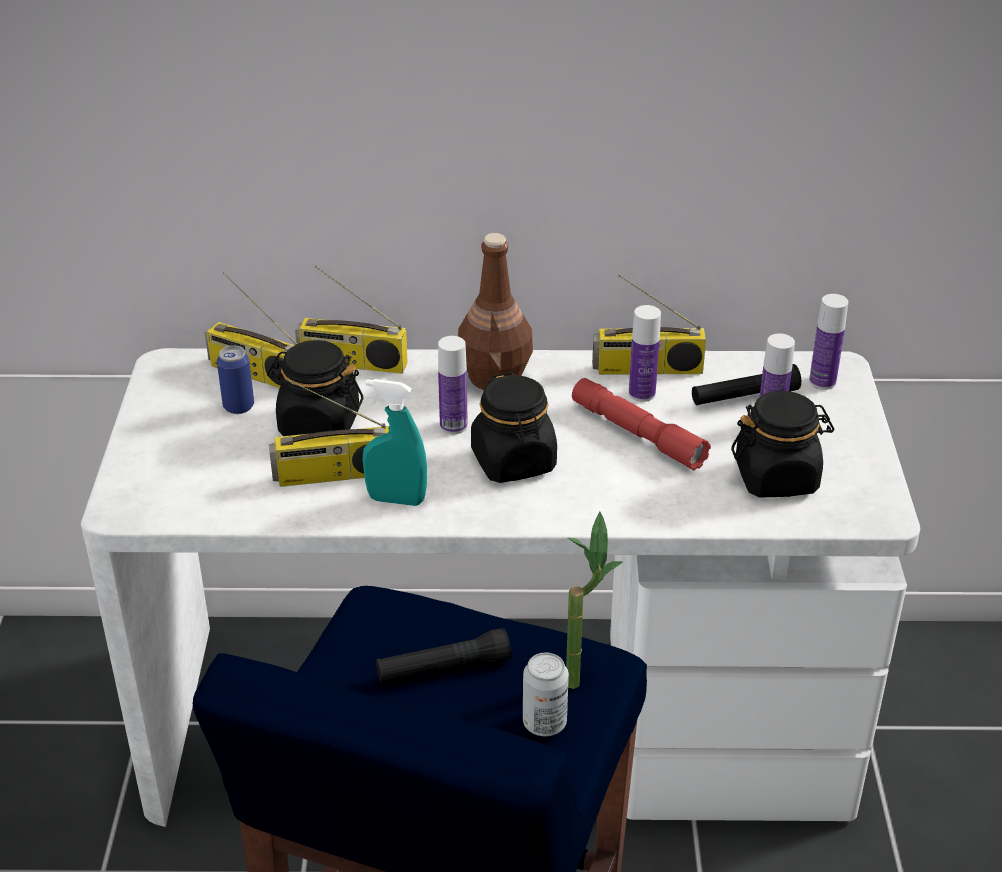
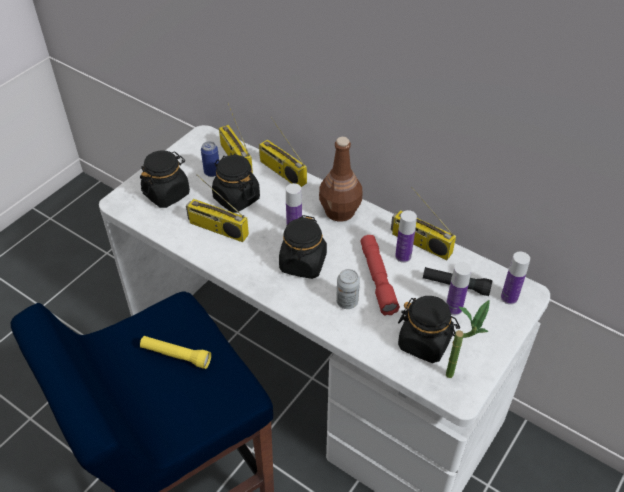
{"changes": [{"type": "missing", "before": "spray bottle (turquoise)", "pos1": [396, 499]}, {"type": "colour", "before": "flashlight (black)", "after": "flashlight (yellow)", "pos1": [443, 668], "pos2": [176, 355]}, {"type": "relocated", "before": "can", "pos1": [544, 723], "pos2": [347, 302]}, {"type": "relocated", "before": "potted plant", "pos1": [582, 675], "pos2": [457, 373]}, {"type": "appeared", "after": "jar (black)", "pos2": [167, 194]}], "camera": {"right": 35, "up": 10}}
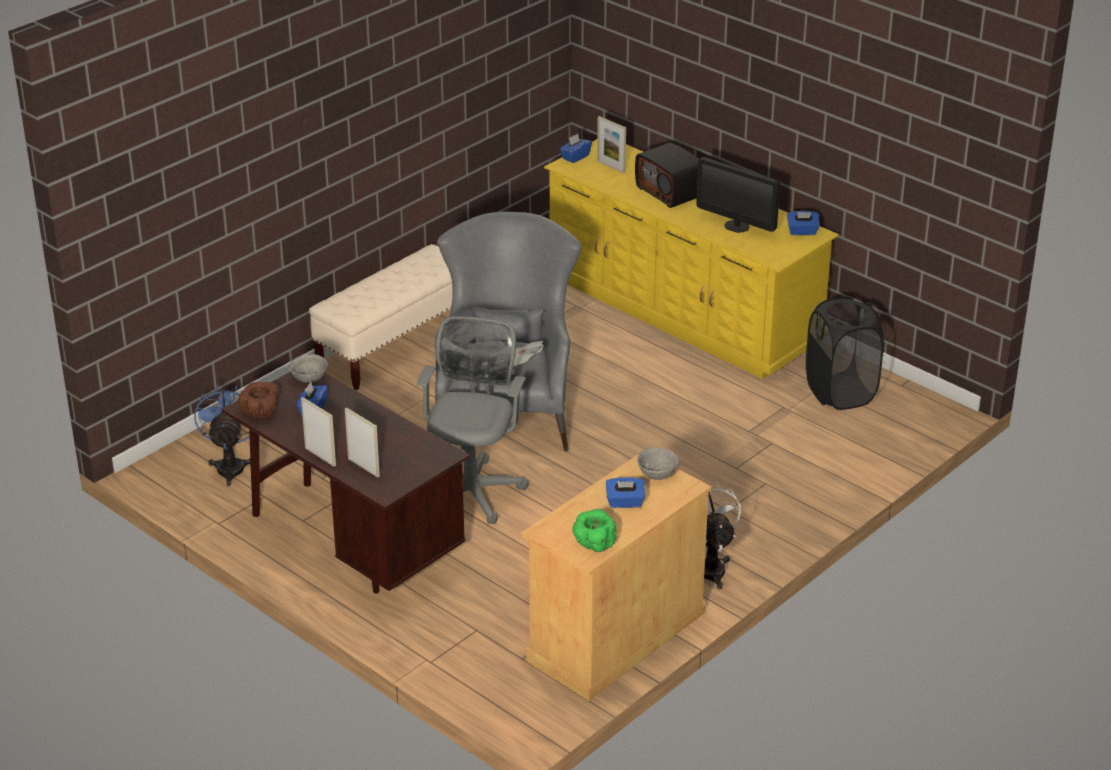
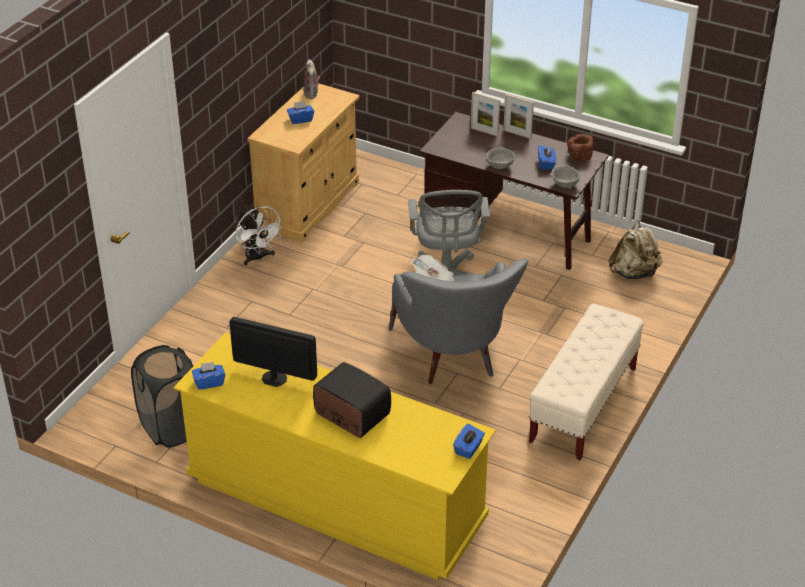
{"changes": [{"type": "exchanged", "before": "fan (blue)", "after": "backpack (beige)", "pos1": [231, 465], "pos2": [634, 273]}, {"type": "exchanged", "before": "bowl (green)", "after": "plush toy", "pos1": [593, 544], "pos2": [312, 94]}, {"type": "missing", "before": "picture frame", "pos1": [611, 166]}, {"type": "relocated", "before": "bowl (grey)", "pos1": [657, 474], "pos2": [500, 166]}], "camera": {"right": 165, "up": 5}}
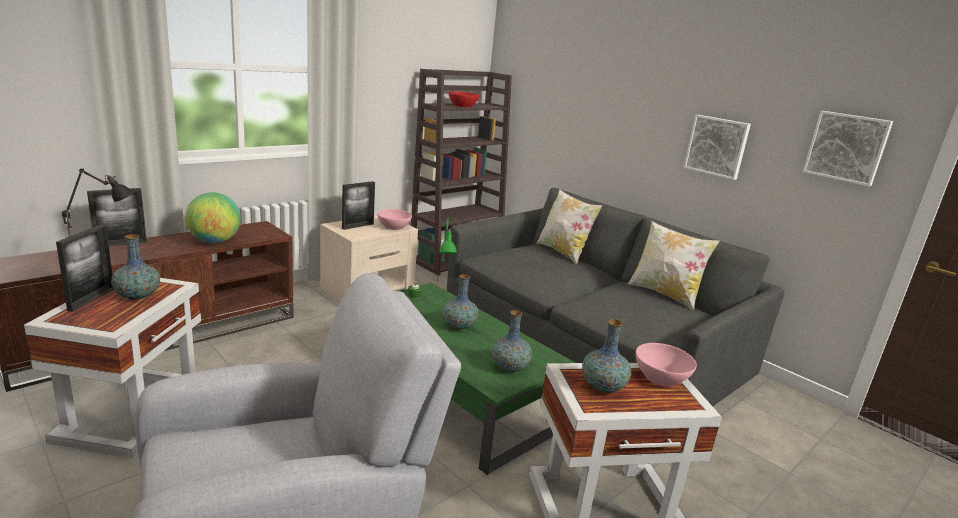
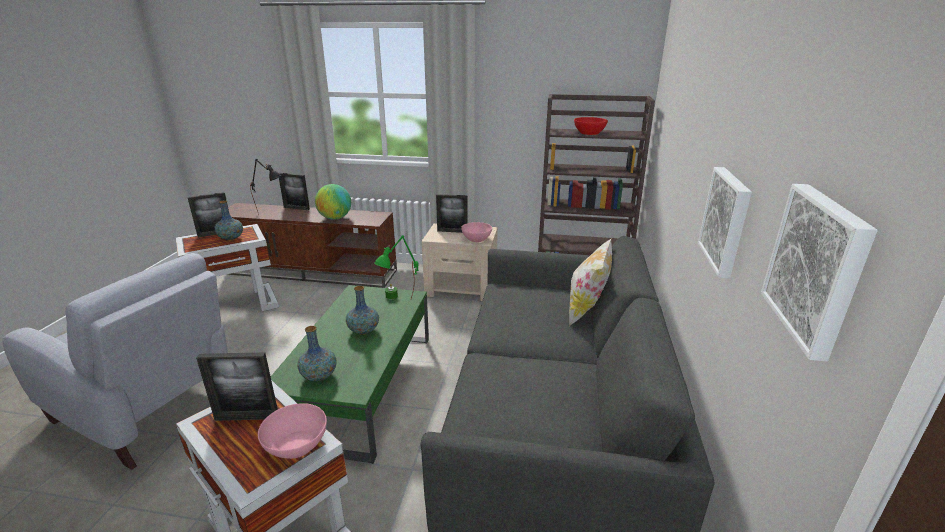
{"changes": [{"type": "exchanged", "before": "vase", "after": "picture frame", "pos1": [602, 387], "pos2": [247, 417]}, {"type": "missing", "before": "pillow", "pos1": [664, 294]}], "camera": {"right": 55, "up": 5}}
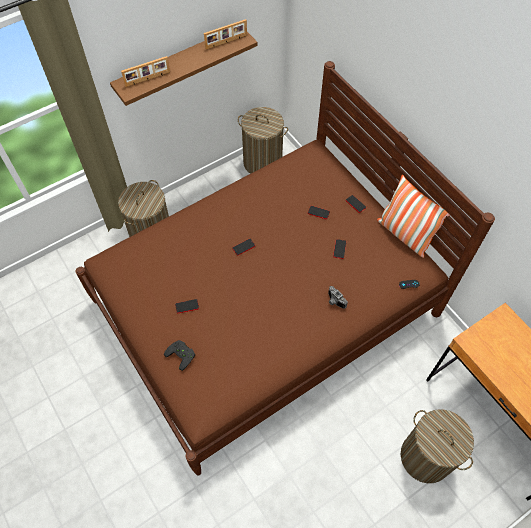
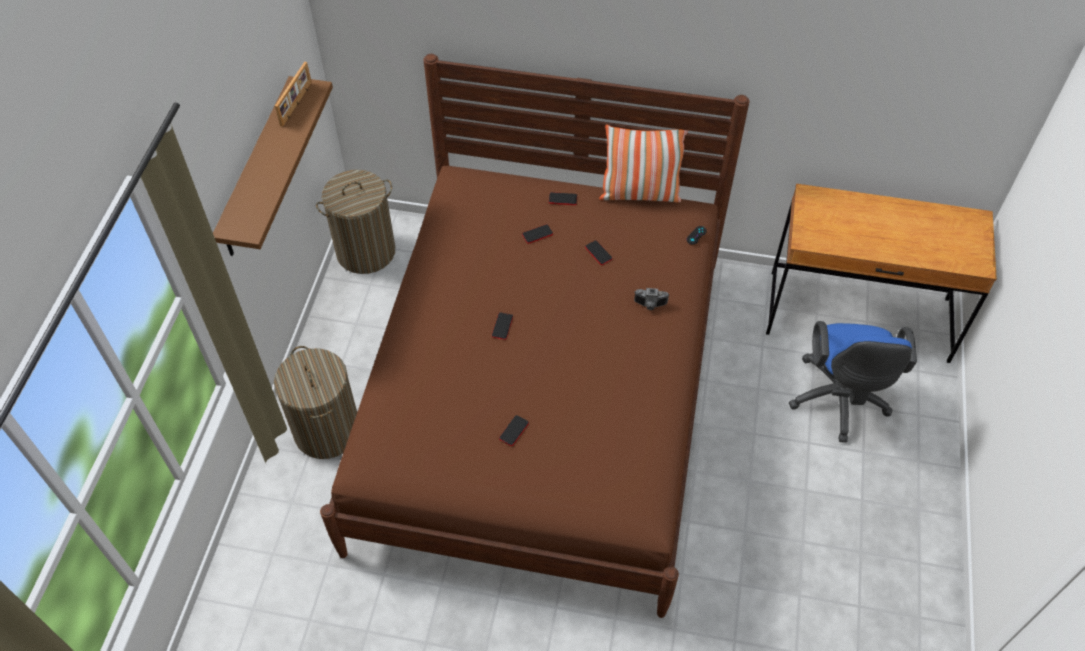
{"changes": [{"type": "missing", "before": "picture frame", "pos1": [148, 79]}, {"type": "missing", "before": "game controller (black)", "pos1": [182, 354]}, {"type": "exchanged", "before": "laundry basket", "after": "office chair (blue)", "pos1": [425, 457], "pos2": [838, 402]}], "camera": {"right": -45, "up": -5}}
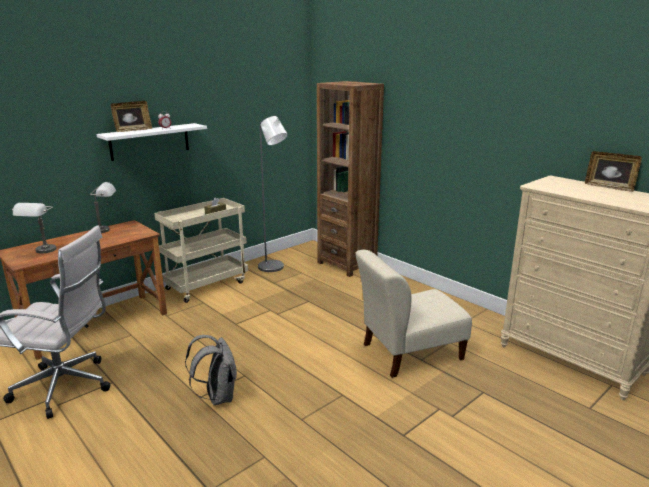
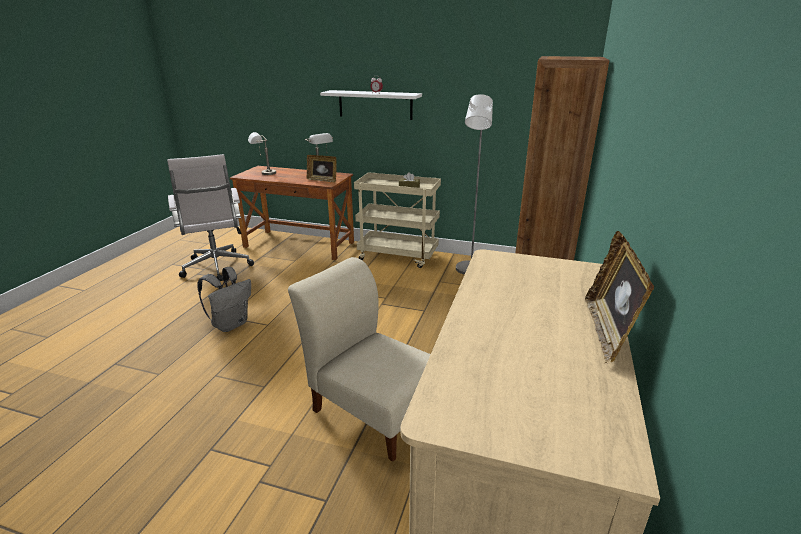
{"changes": [{"type": "relocated", "before": "picture frame", "pos1": [133, 130], "pos2": [322, 180]}], "camera": {"right": 60, "up": 5}}
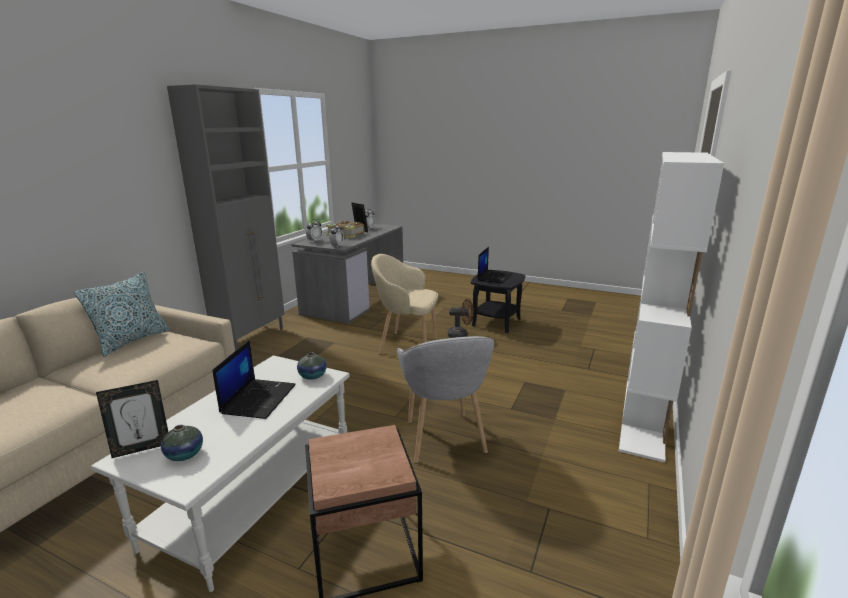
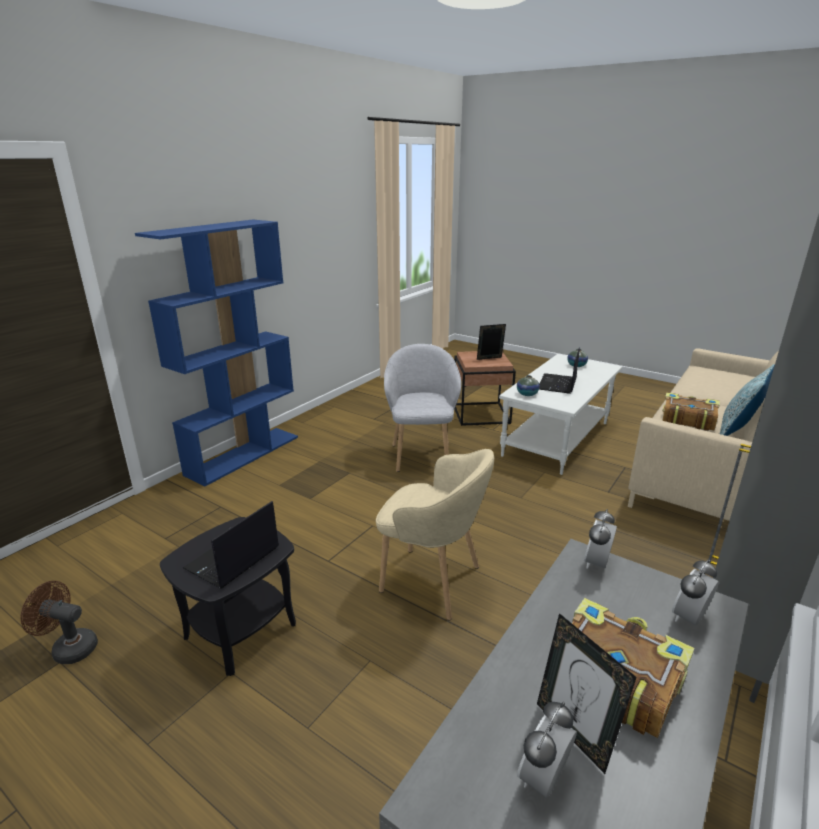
{"changes": [{"type": "relocated", "before": "picture frame", "pos1": [142, 448], "pos2": [490, 359]}, {"type": "relocated", "before": "fan (brown)", "pos1": [460, 335], "pos2": [69, 648]}, {"type": "colour", "before": "bookcase (white)", "after": "bookcase (blue)", "pos1": [644, 417], "pos2": [244, 455]}, {"type": "appeared", "after": "book", "pos2": [687, 419]}], "camera": {"right": -170, "up": 5}}
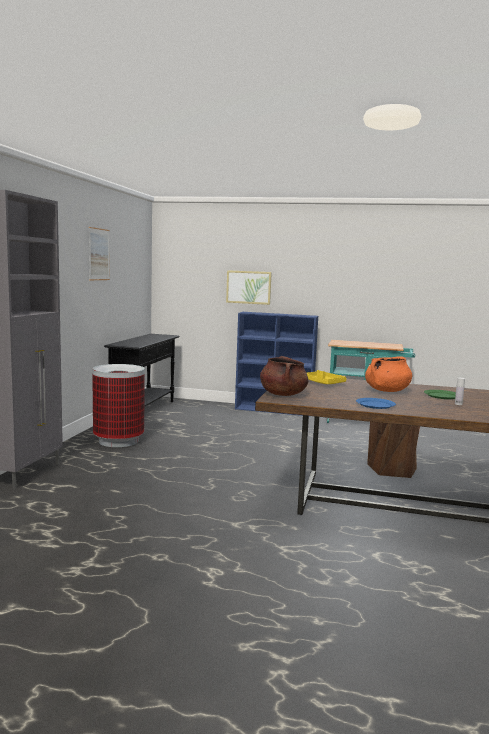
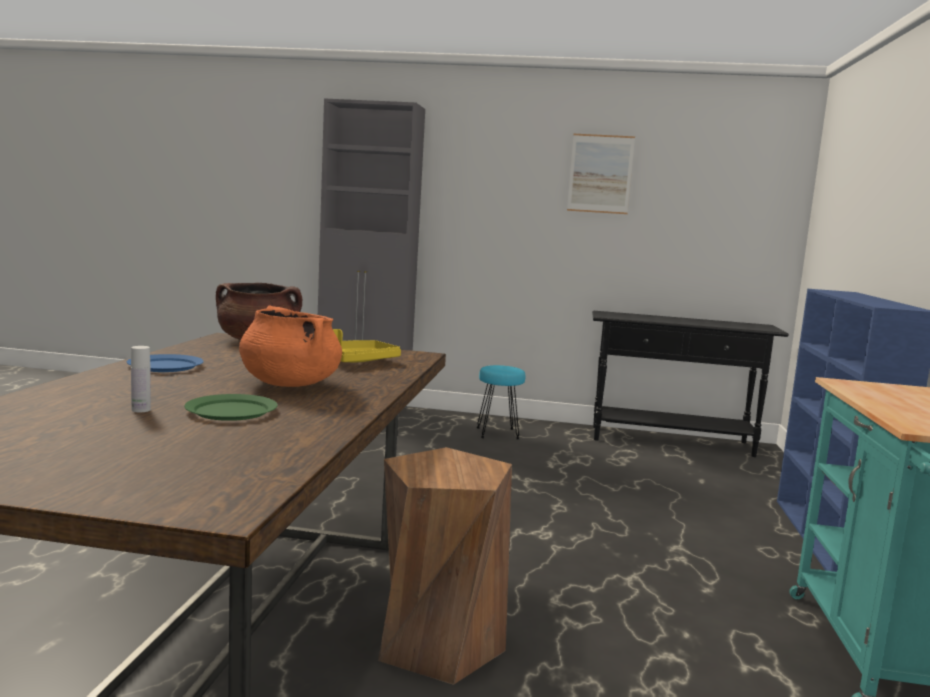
{"changes": [{"type": "exchanged", "before": "trash can", "after": "stool (turquoise)", "pos1": [118, 441], "pos2": [498, 433]}, {"type": "missing", "before": "picture", "pos1": [248, 287]}], "camera": {"right": 85, "up": 0}}
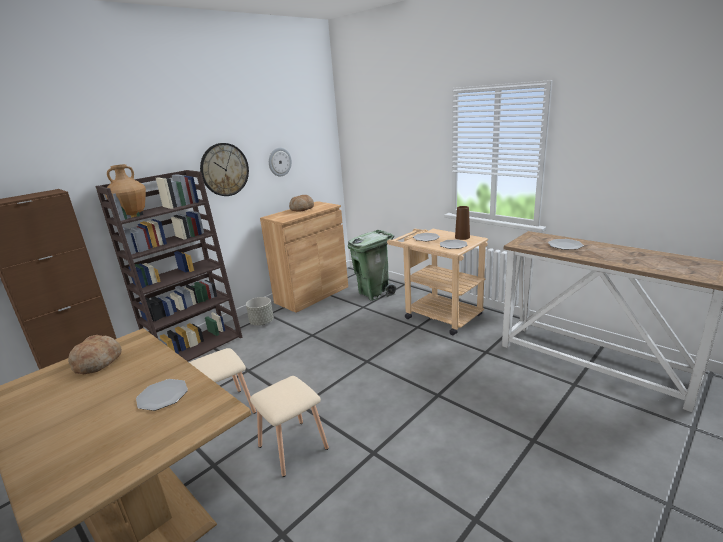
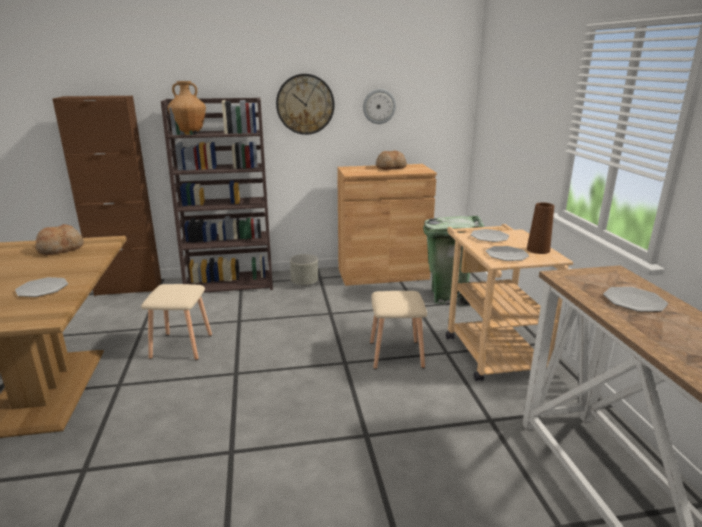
{"changes": [{"type": "relocated", "before": "stool (beige)", "pos1": [294, 447], "pos2": [397, 355]}], "camera": {"right": 35, "up": 0}}
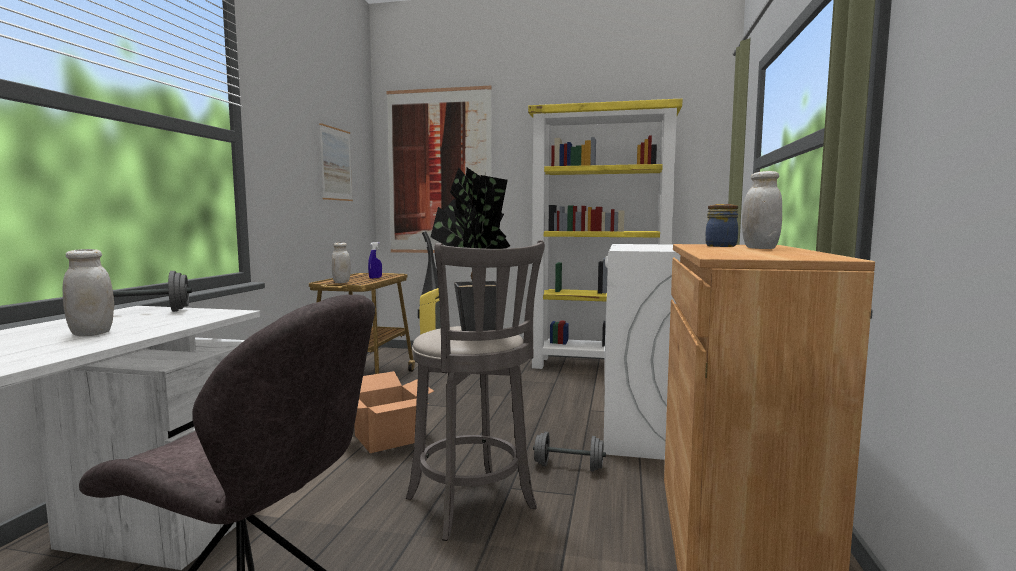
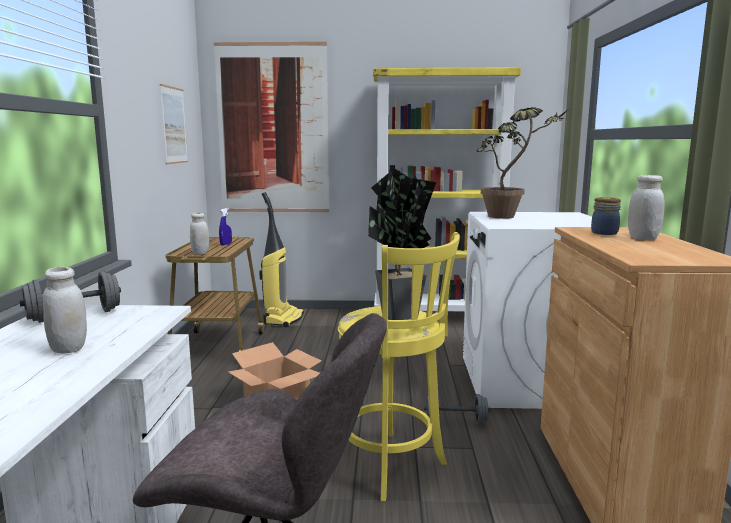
{"changes": [{"type": "colour", "before": "stool (grey)", "after": "stool (yellow)", "pos1": [473, 506], "pos2": [392, 467]}, {"type": "appeared", "after": "potted plant", "pos2": [511, 217]}], "camera": {"right": -10, "up": 5}}
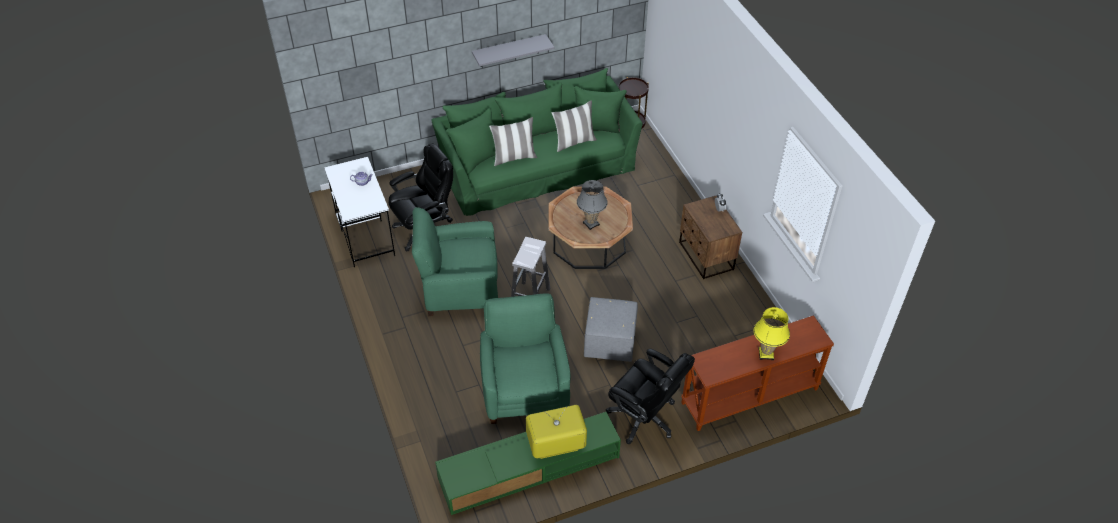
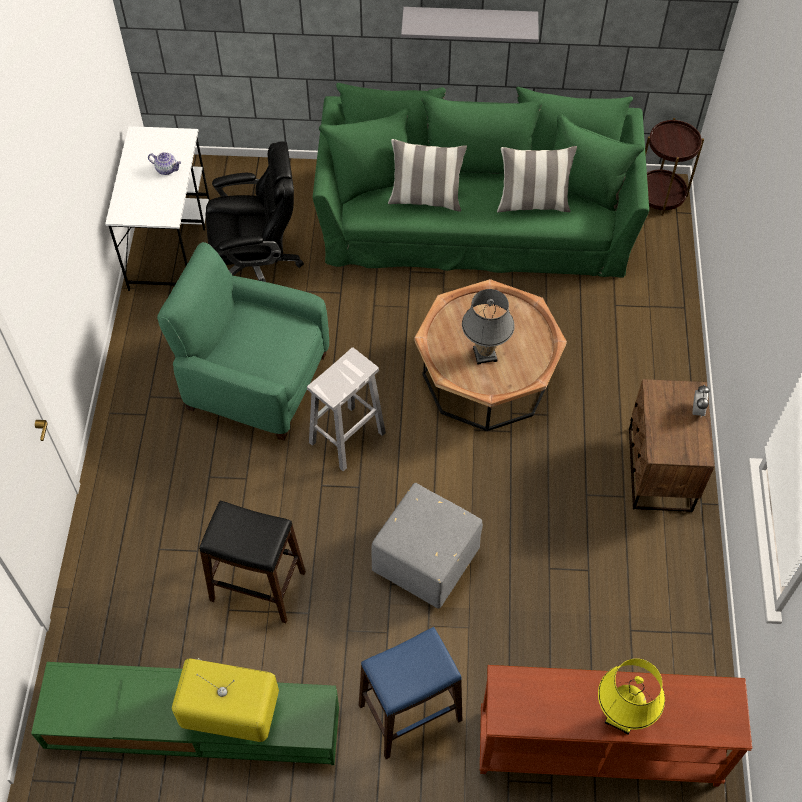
{"changes": [{"type": "exchanged", "before": "armchair (green)", "after": "stool (black)", "pos1": [525, 389], "pos2": [258, 586]}, {"type": "exchanged", "before": "office chair (black)", "after": "stool (blue)", "pos1": [644, 417], "pos2": [410, 713]}], "camera": {"right": 25, "up": 10}}
